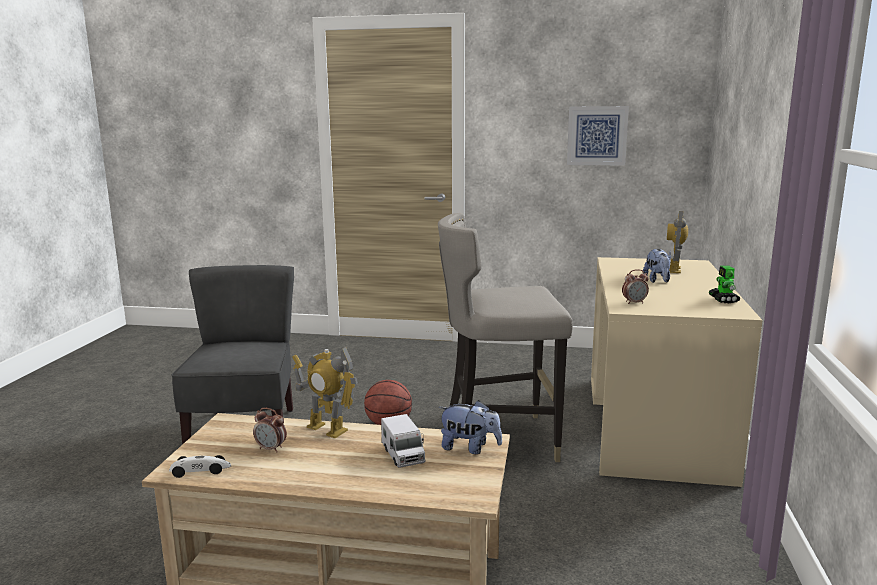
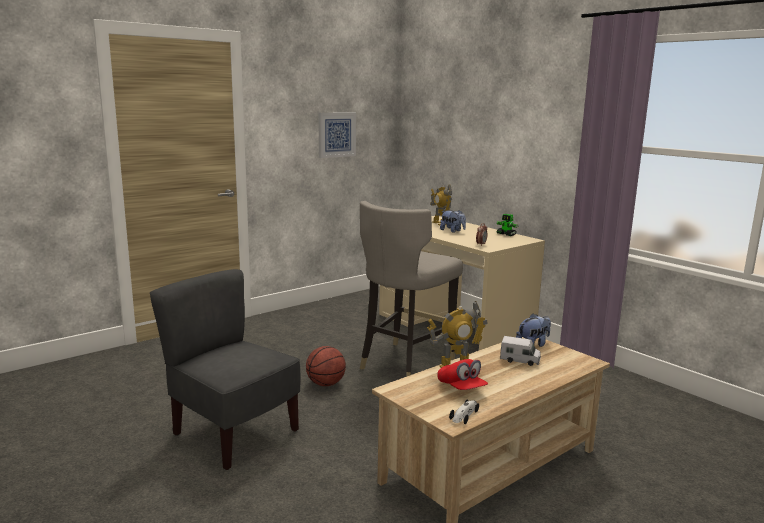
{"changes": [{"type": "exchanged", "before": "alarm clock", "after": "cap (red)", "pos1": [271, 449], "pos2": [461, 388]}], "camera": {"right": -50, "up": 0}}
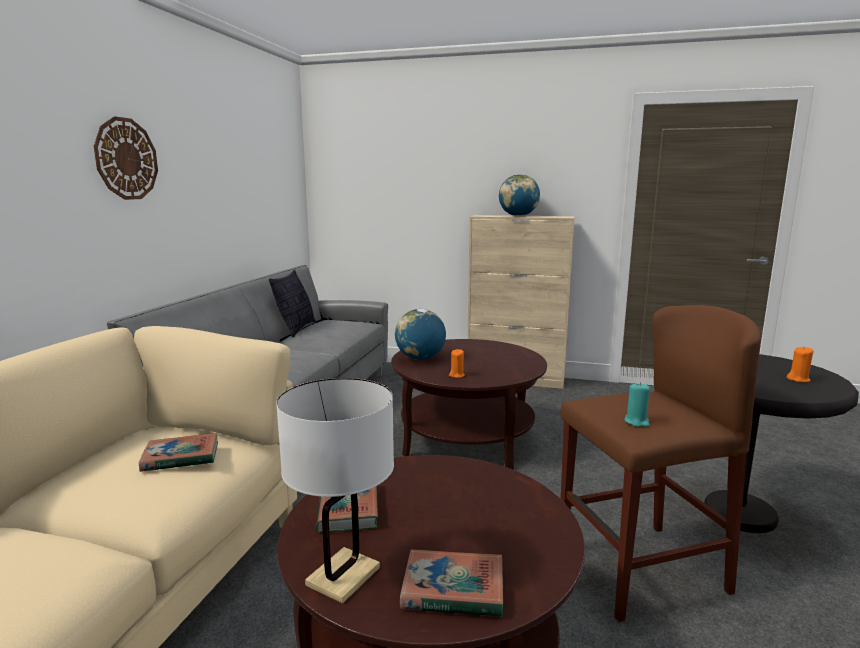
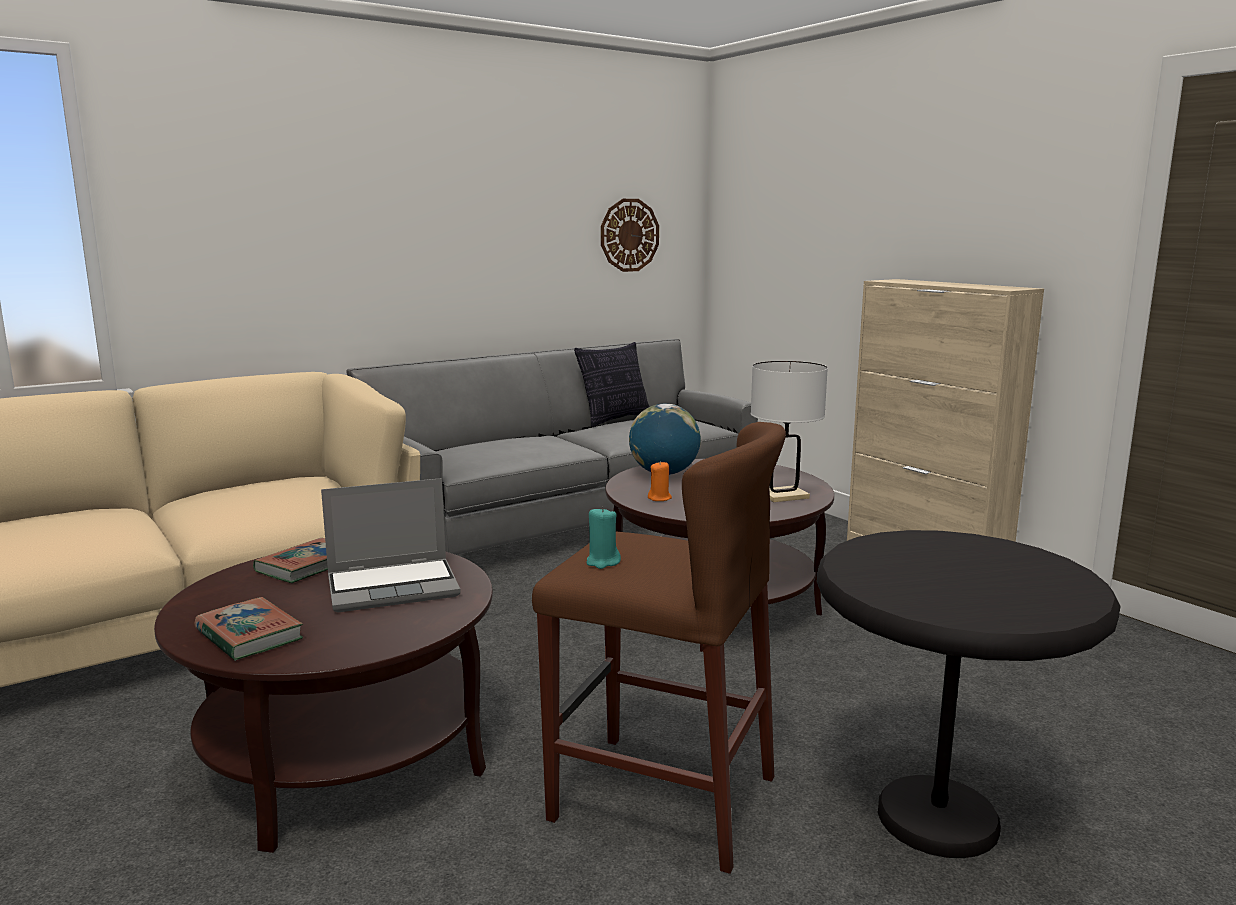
{"changes": [{"type": "relocated", "before": "wall clock", "pos1": [126, 159], "pos2": [629, 235]}, {"type": "missing", "before": "book", "pos1": [181, 457]}, {"type": "relocated", "before": "table lamp (white)", "pos1": [343, 576], "pos2": [783, 496]}, {"type": "missing", "before": "globe", "pos1": [518, 216]}, {"type": "missing", "before": "candle (orange)", "pos1": [798, 379]}, {"type": "appeared", "after": "laptop", "pos2": [394, 587]}], "camera": {"right": 40, "up": 0}}
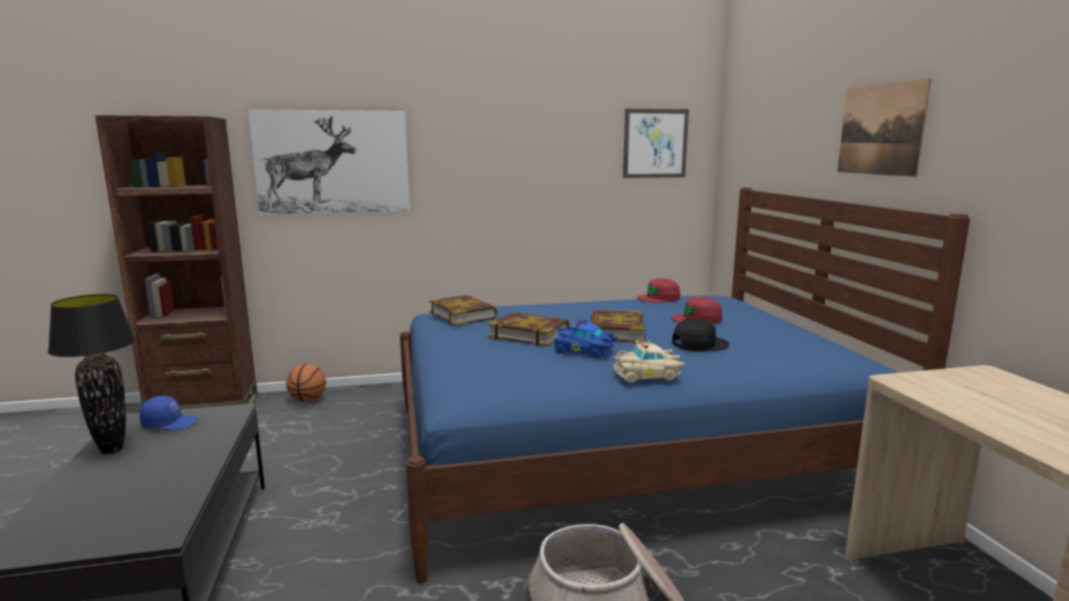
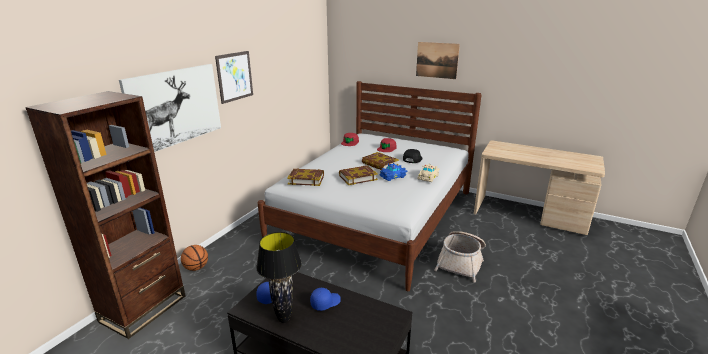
{"changes": [{"type": "colour", "before": "bed (blue)", "after": "bed (white)", "pos1": [620, 453], "pos2": [377, 215]}, {"type": "relocated", "before": "picture", "pos1": [655, 143], "pos2": [235, 76]}, {"type": "appeared", "after": "cap (blue)", "pos2": [325, 302]}], "camera": {"right": -50, "up": 10}}
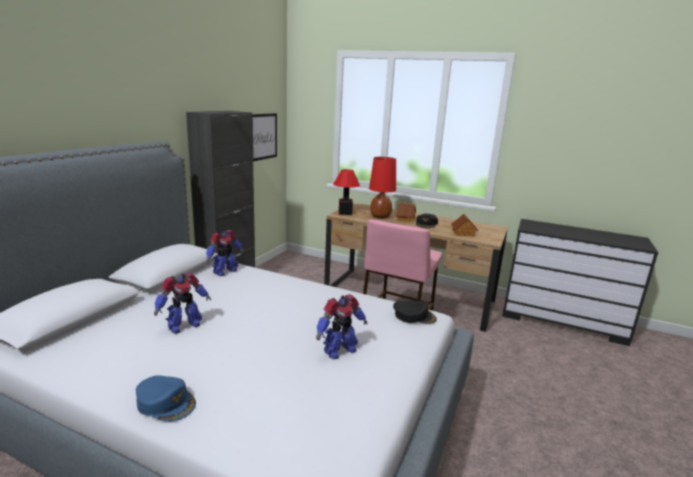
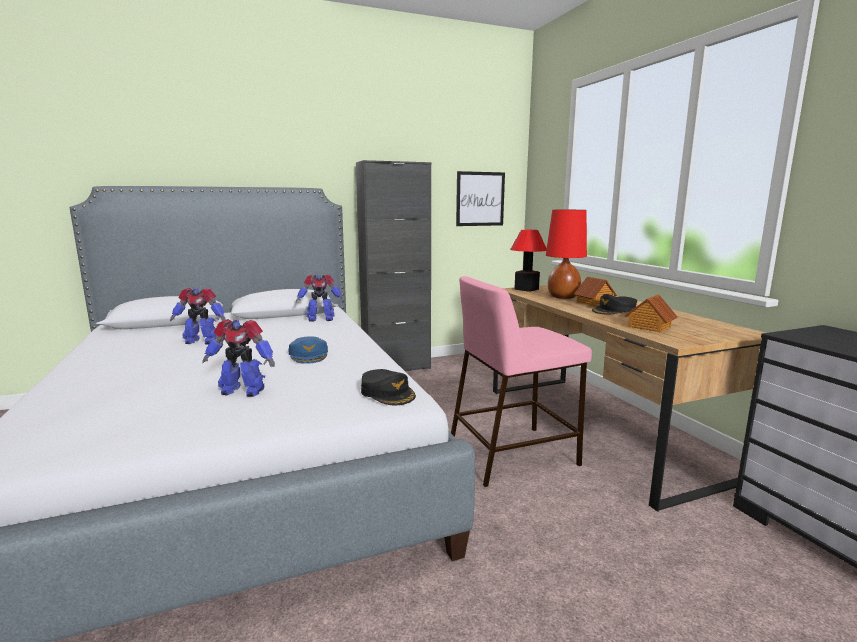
{"changes": [{"type": "relocated", "before": "cap (blue)", "pos1": [166, 403], "pos2": [309, 355]}], "camera": {"right": 45, "up": -5}}
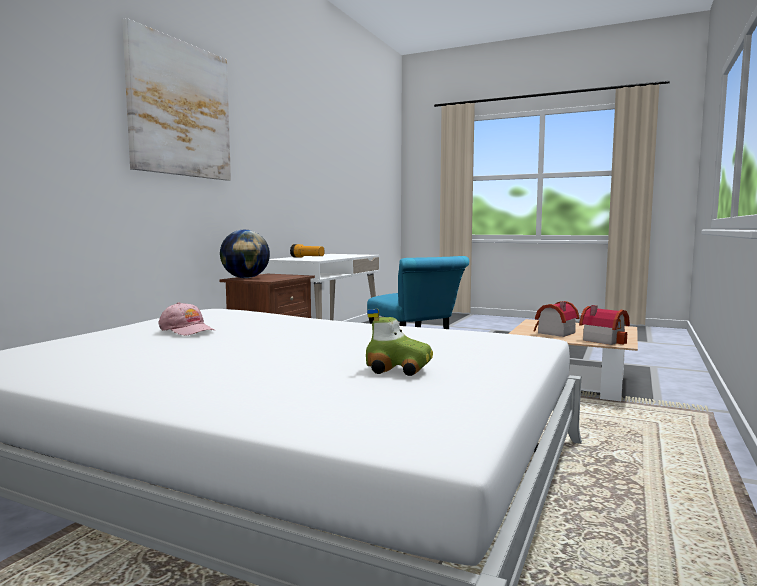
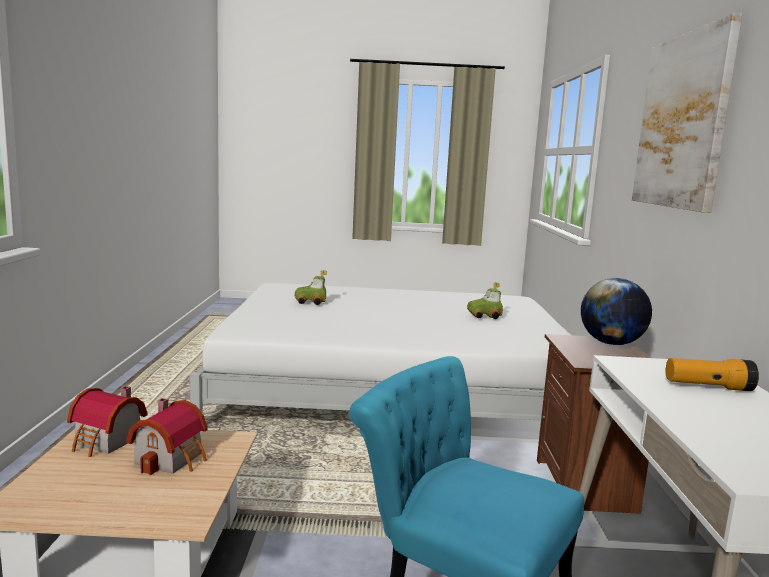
{"changes": [{"type": "exchanged", "before": "cap (pink)", "after": "toy car", "pos1": [187, 330], "pos2": [484, 316]}], "camera": {"right": 155, "up": 5}}
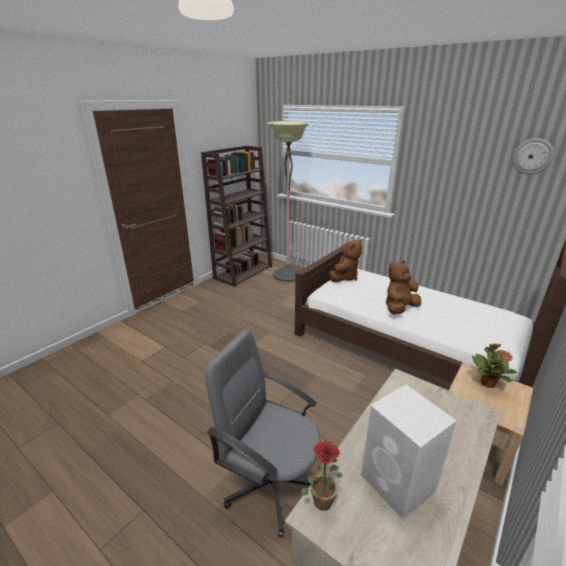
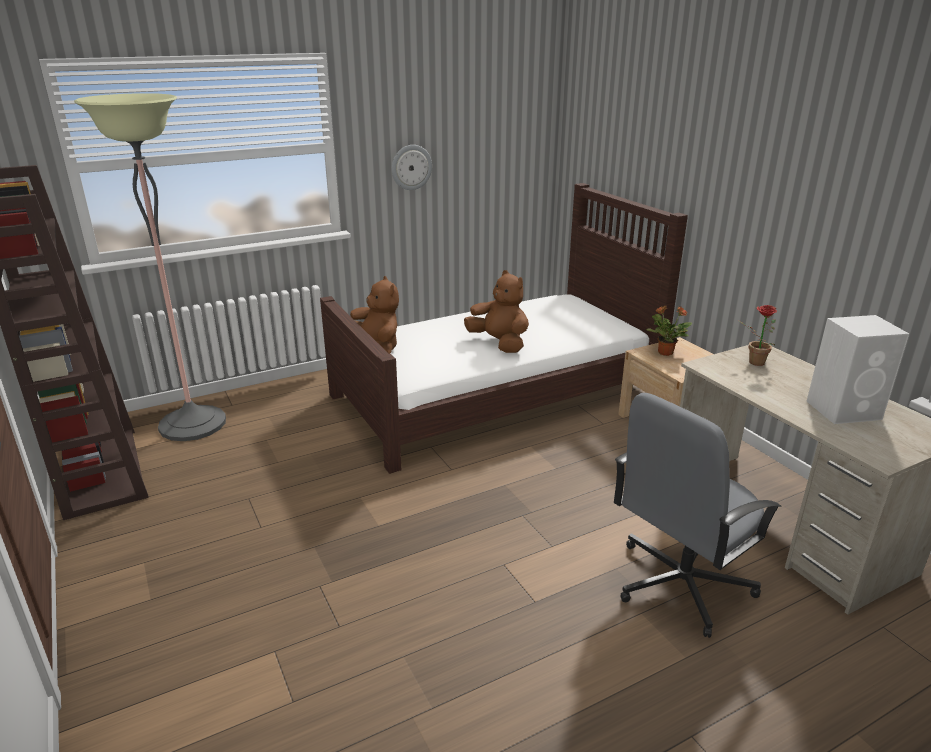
{"changes": [{"type": "relocated", "before": "potted plant", "pos1": [321, 497], "pos2": [753, 362]}, {"type": "spun", "before": "plush toy (brown)", "pos1": [399, 308], "pos2": [499, 343], "turn": 150}, {"type": "relocated", "before": "wall clock", "pos1": [532, 156], "pos2": [411, 167]}], "camera": {"right": -65, "up": 0}}
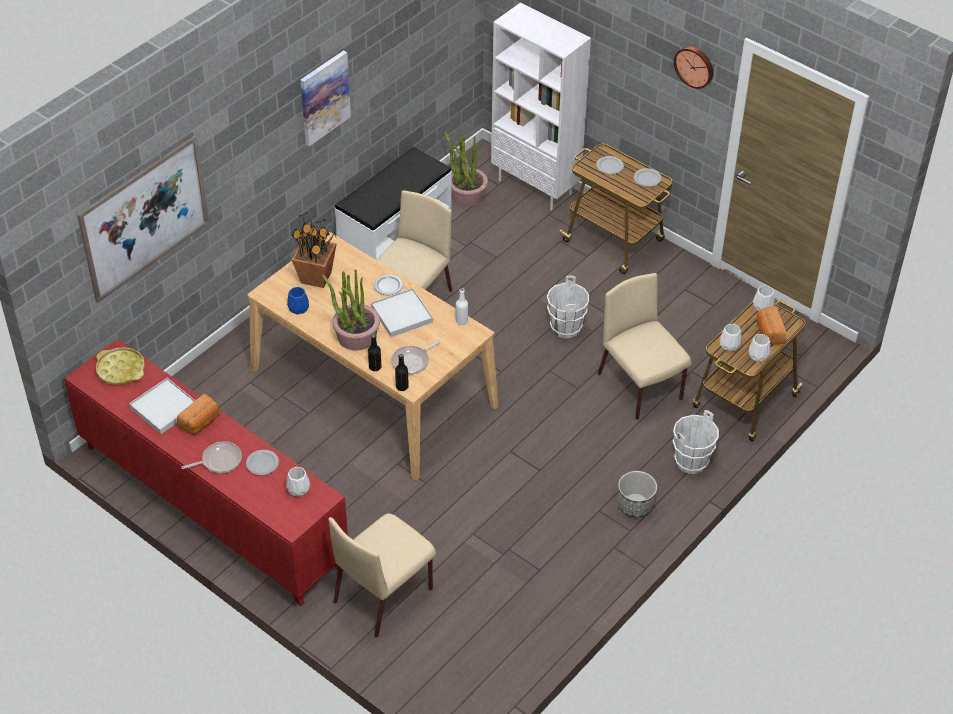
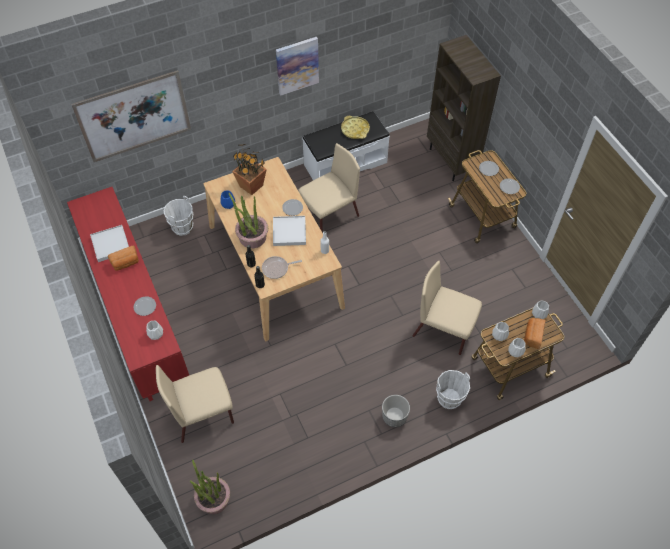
{"changes": [{"type": "relocated", "before": "tray (yellow)", "pos1": [121, 369], "pos2": [355, 129]}, {"type": "missing", "before": "frying pan", "pos1": [219, 461]}, {"type": "relocated", "before": "potted plant", "pos1": [467, 194], "pos2": [213, 499]}, {"type": "colour", "before": "bookcase (white)", "after": "bookcase (brown)", "pos1": [536, 187], "pos2": [451, 161]}, {"type": "relocated", "before": "bucket (white)", "pos1": [565, 328], "pos2": [182, 228]}, {"type": "spun", "before": "chair (beige)", "pos1": [640, 387], "pos2": [444, 330], "turn": -60}, {"type": "missing", "before": "wall clock", "pos1": [695, 66]}], "camera": {"right": 25, "up": 10}}
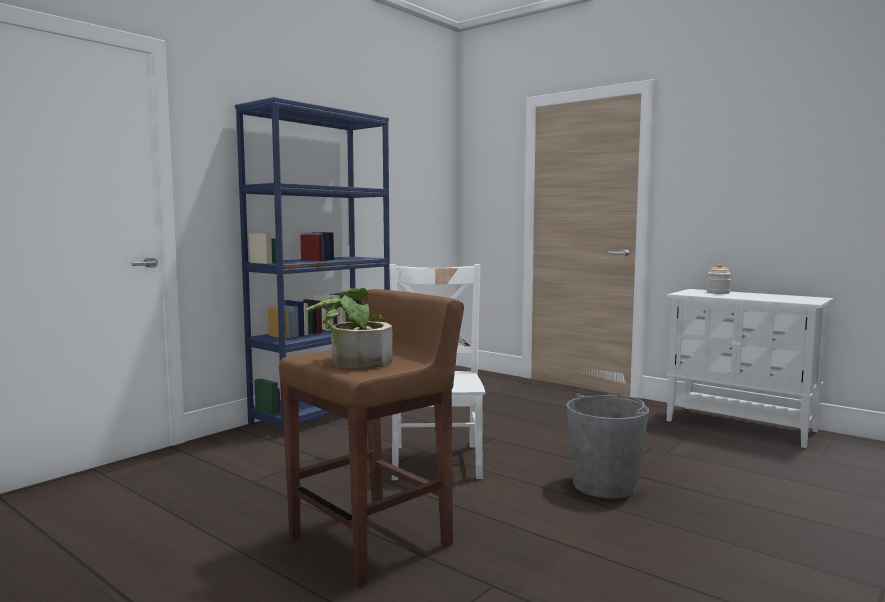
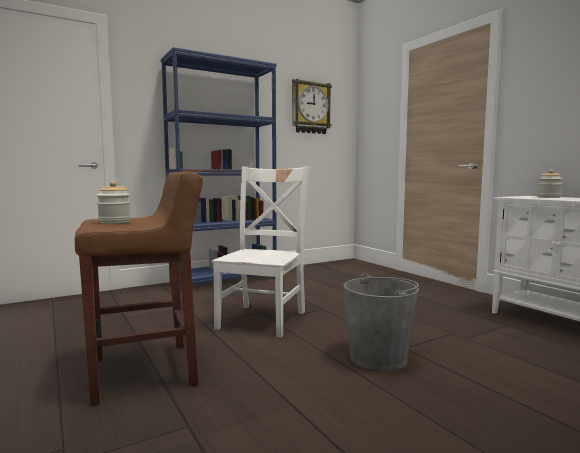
{"changes": [{"type": "exchanged", "before": "potted plant", "after": "jar", "pos1": [353, 361], "pos2": [114, 222]}, {"type": "appeared", "after": "wall clock", "pos2": [310, 108]}], "camera": {"right": 20, "up": 0}}
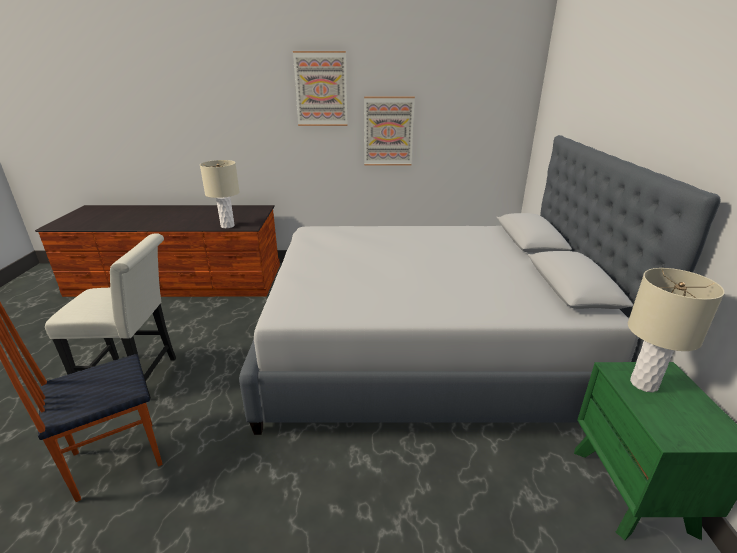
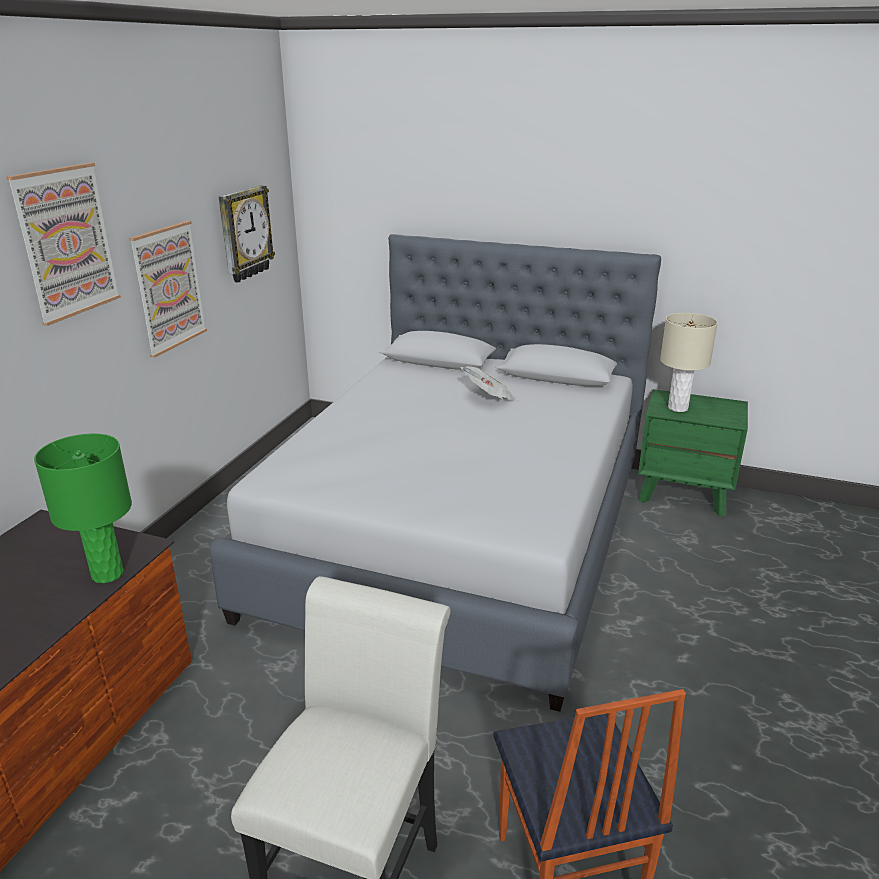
{"changes": [{"type": "colour", "before": "table lamp (beige)", "after": "table lamp (green)", "pos1": [228, 226], "pos2": [108, 574]}, {"type": "appeared", "after": "wall clock", "pos2": [244, 233]}, {"type": "appeared", "after": "newspaper", "pos2": [489, 398]}], "camera": {"right": -70, "up": 0}}
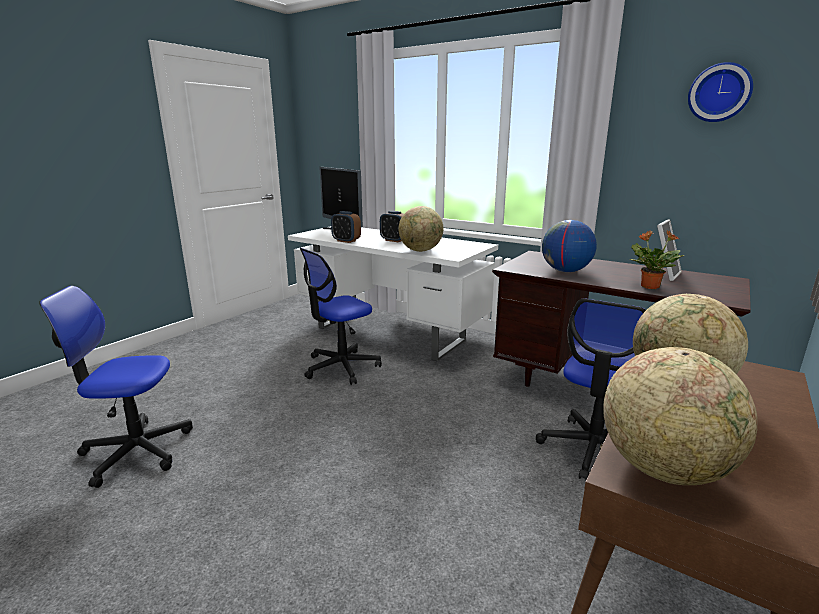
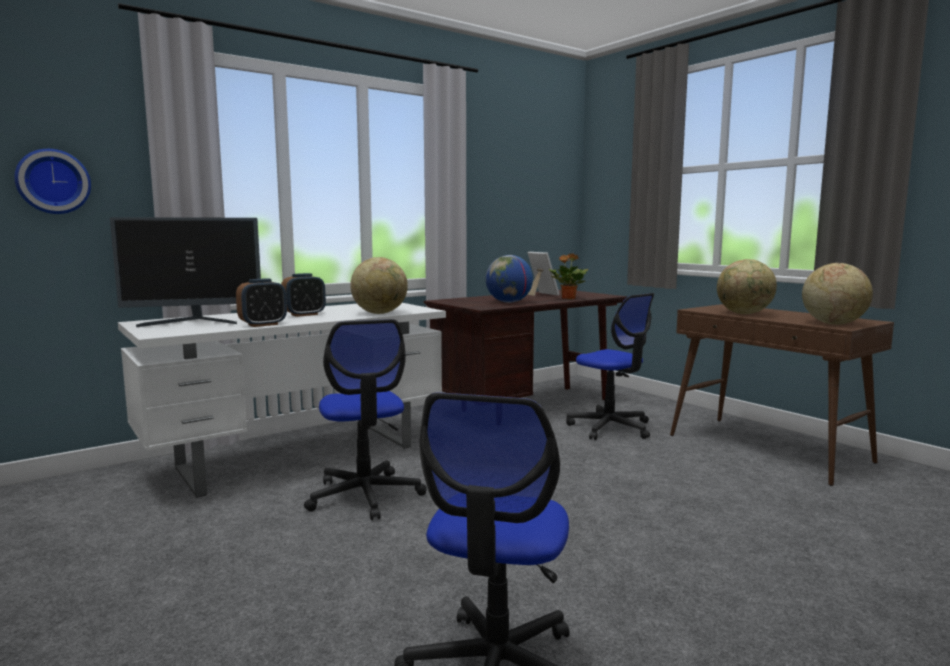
{"changes": [{"type": "relocated", "before": "wall clock", "pos1": [719, 93], "pos2": [53, 182]}], "camera": {"right": -70, "up": -10}}
